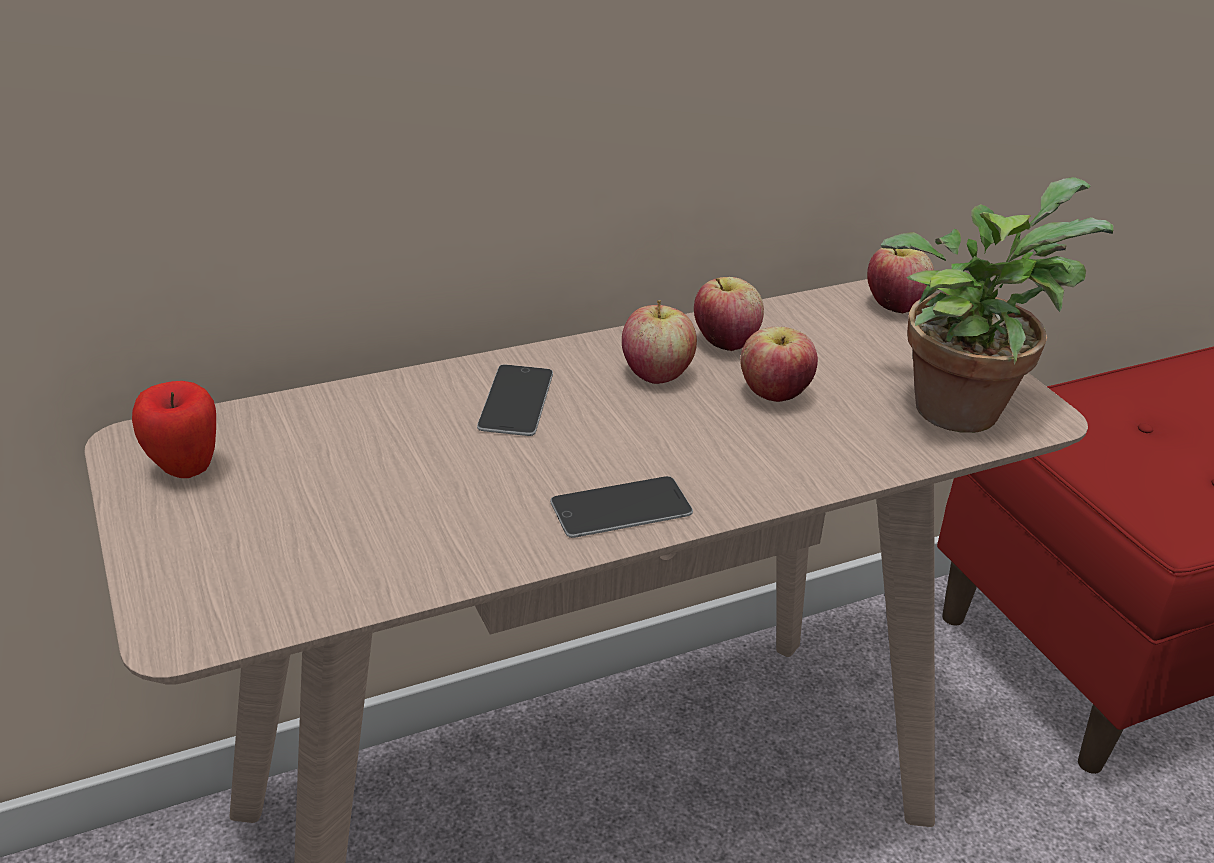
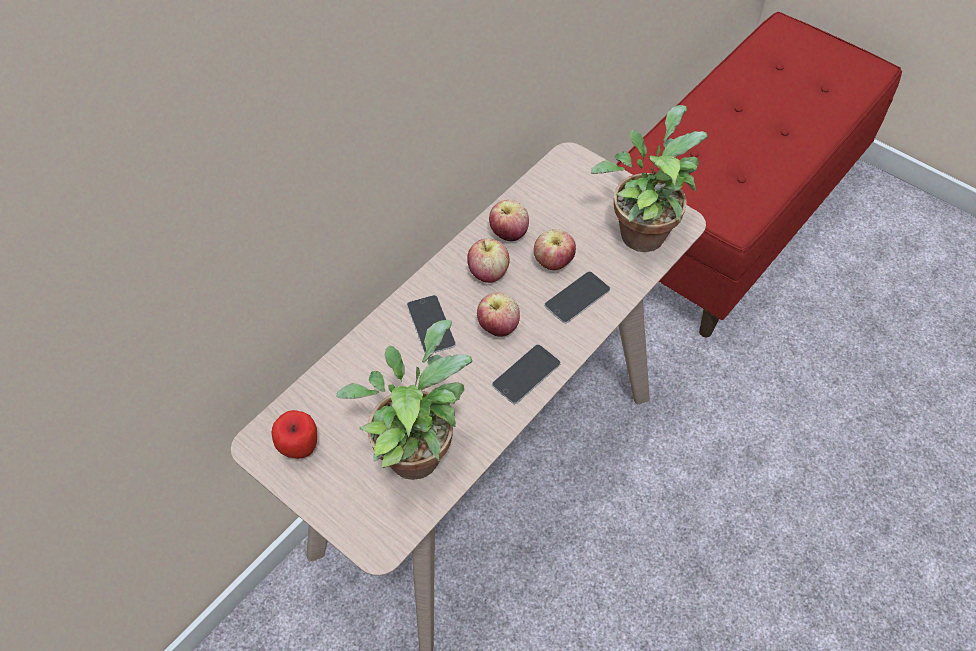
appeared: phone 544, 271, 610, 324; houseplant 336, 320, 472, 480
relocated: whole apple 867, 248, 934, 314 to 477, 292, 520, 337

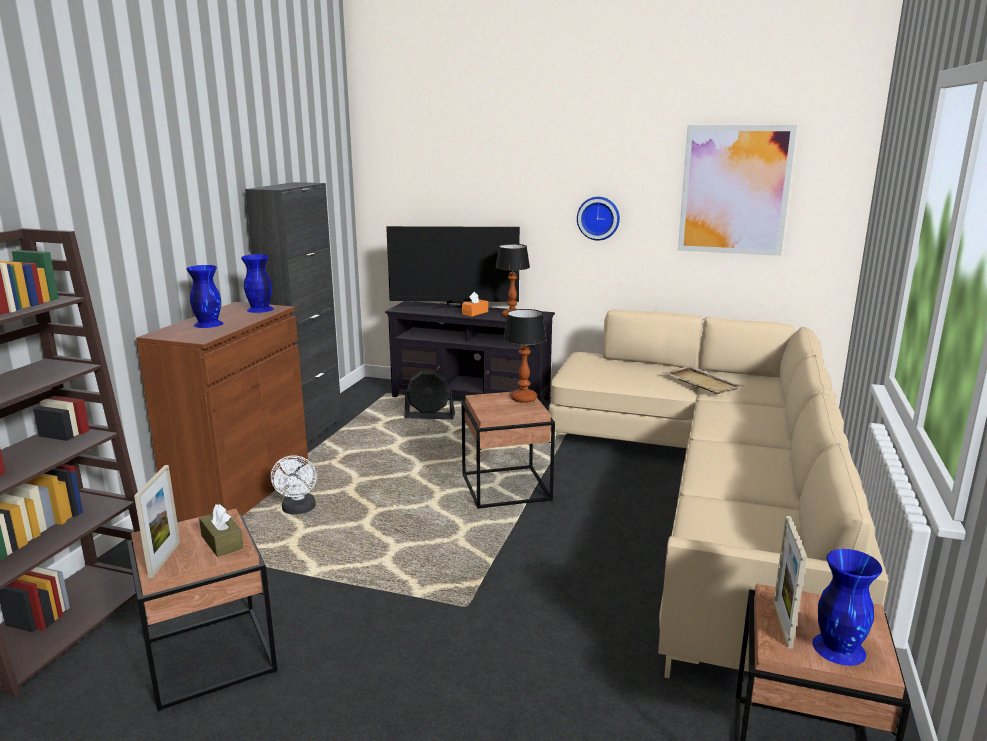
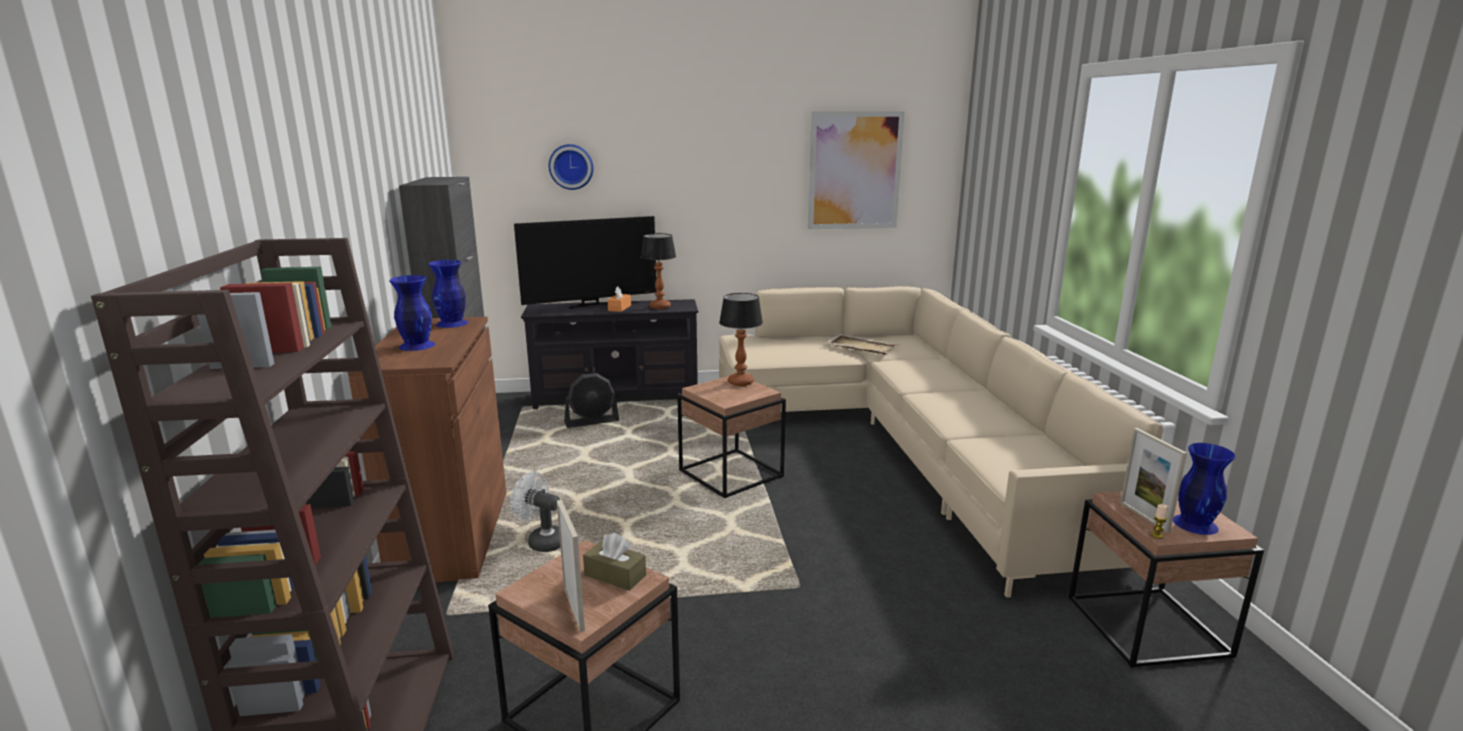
appeared: wax candle 1151, 504, 1168, 539
relocated: clock on the wall 577, 197, 620, 241 to 549, 144, 594, 190
spun: whitish cooling fan 271, 455, 317, 514 = 510, 472, 561, 552 150 degrees clockwise

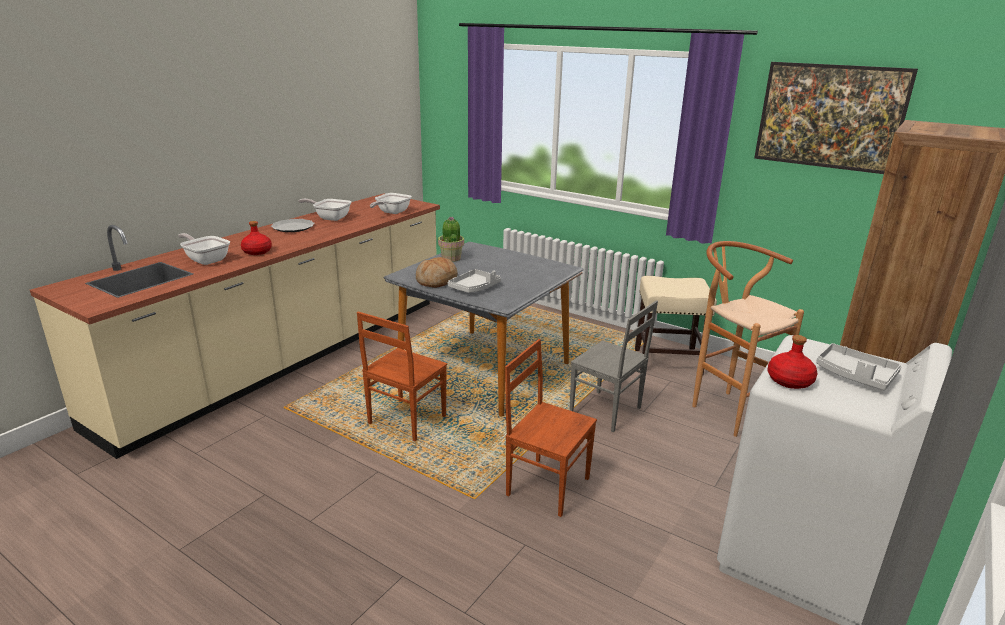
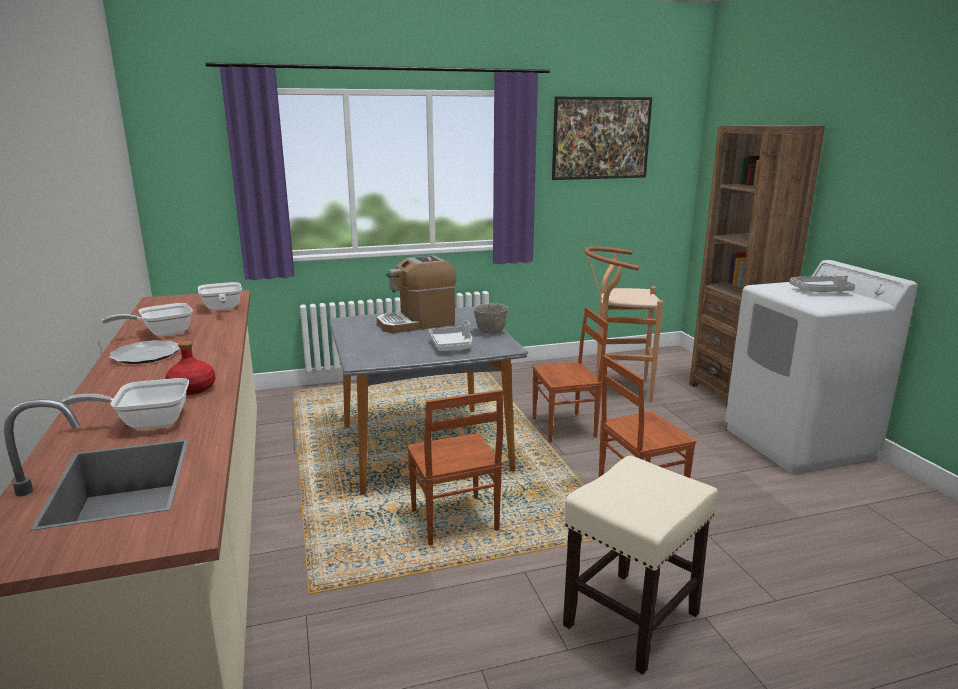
missing: houseplant 438, 216, 464, 262; baked bread 416, 257, 458, 288; reddish beverage bottle 768, 335, 817, 389
appeared: coffee machine 376, 255, 457, 333; greyish bowl 473, 303, 508, 334
relocated: beige sitting stool 635, 276, 717, 375 to 563, 455, 718, 675
colour: greyish chair 570, 300, 658, 432 to brownish chair 532, 307, 608, 443

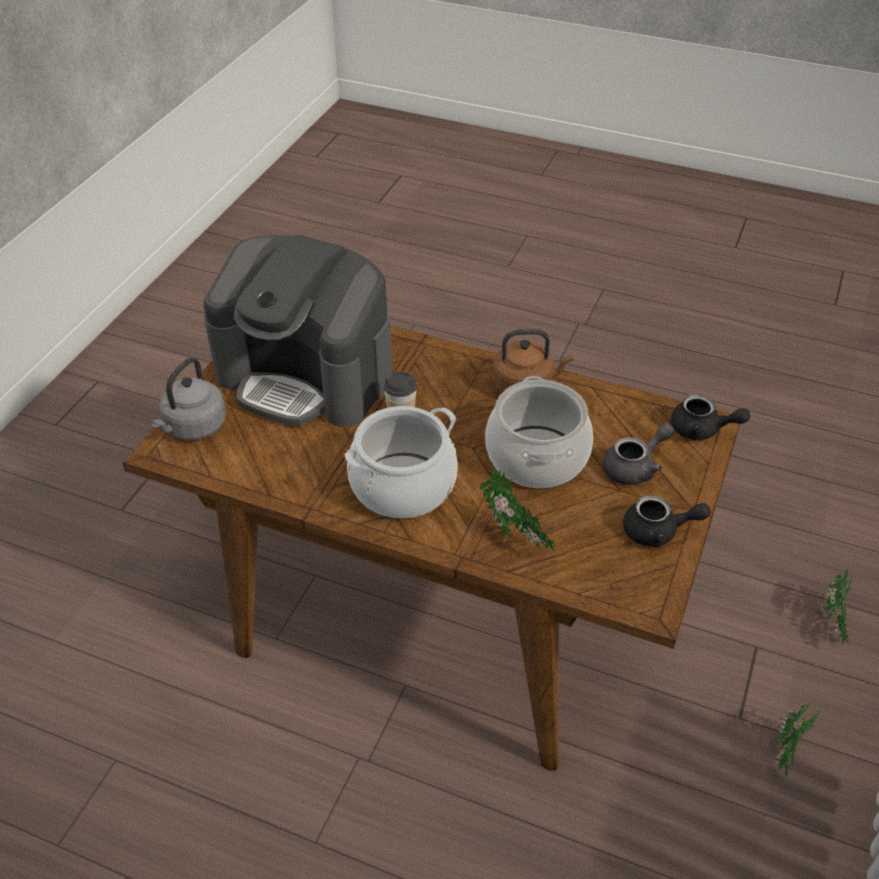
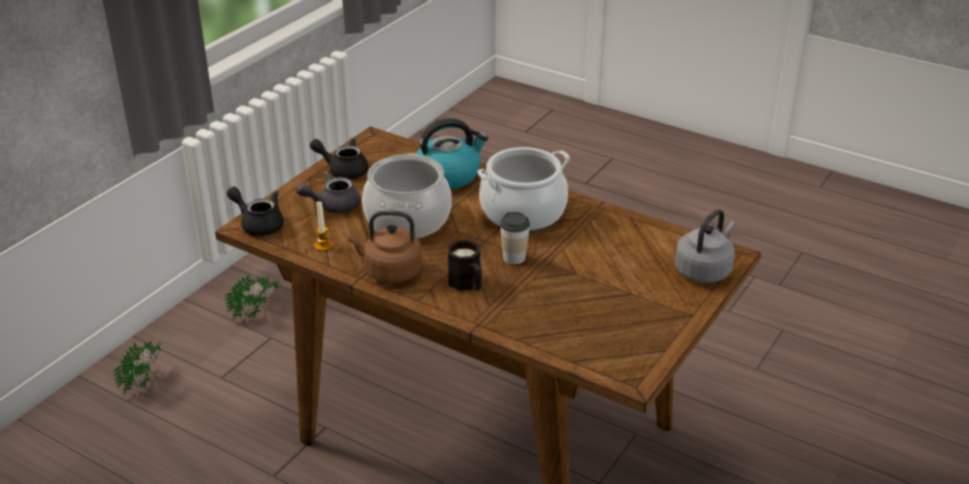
missing: coffee machine 204, 235, 392, 427
appeared: wax candle 314, 201, 332, 251; blackish tea mug 447, 239, 482, 291
exchanged: houseplant 480, 468, 555, 551 to tea kettle 416, 118, 488, 189

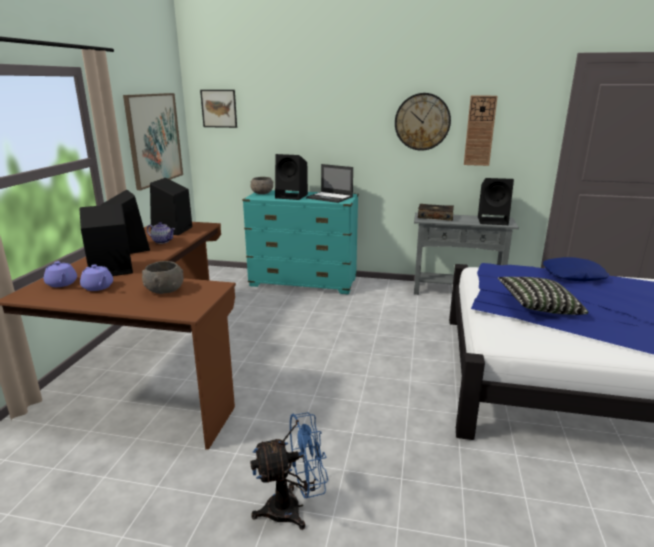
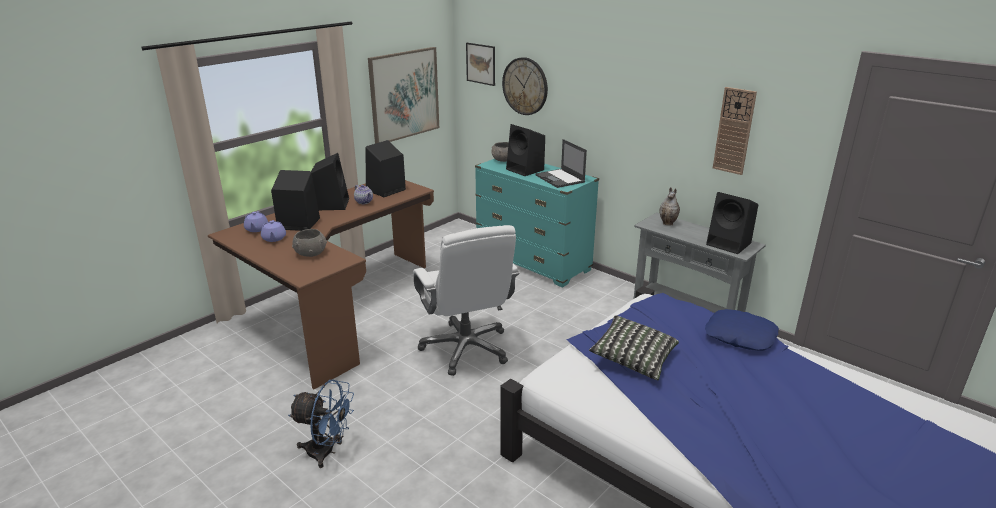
appeared: whitish office chair 413, 225, 520, 376
relocated: clock on the wall 395, 93, 451, 151 to 502, 57, 548, 115
exchanged: book 418, 204, 454, 221 to decorative vase 659, 187, 680, 226

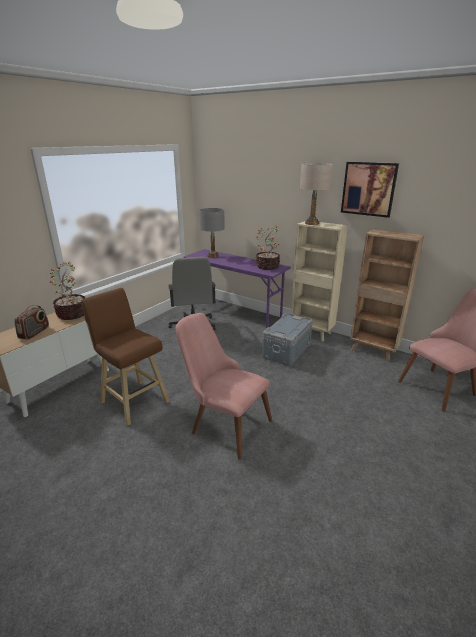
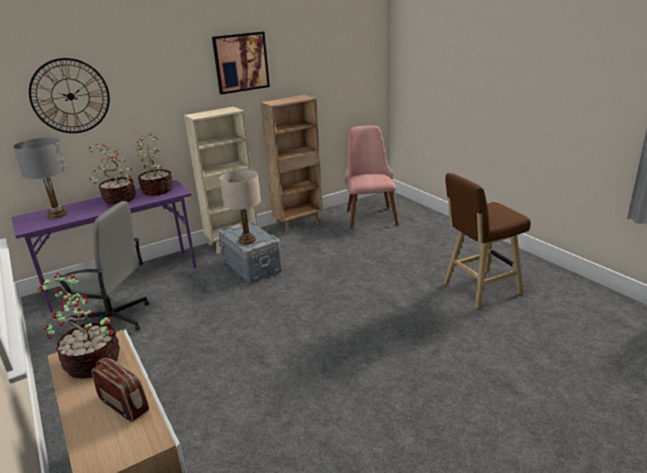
missing: pink chair 175, 313, 272, 460
appeared: clock on the wall 29, 58, 110, 133; houseplant 89, 143, 136, 205
relocated: beige lamp for a table 300, 163, 333, 225 to 220, 170, 261, 245; brownish sitting stool 81, 288, 170, 426 to 444, 173, 531, 309

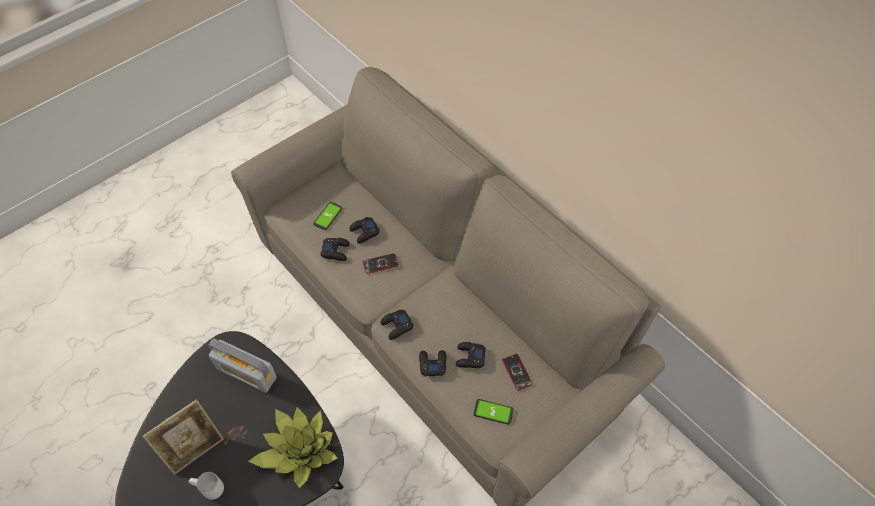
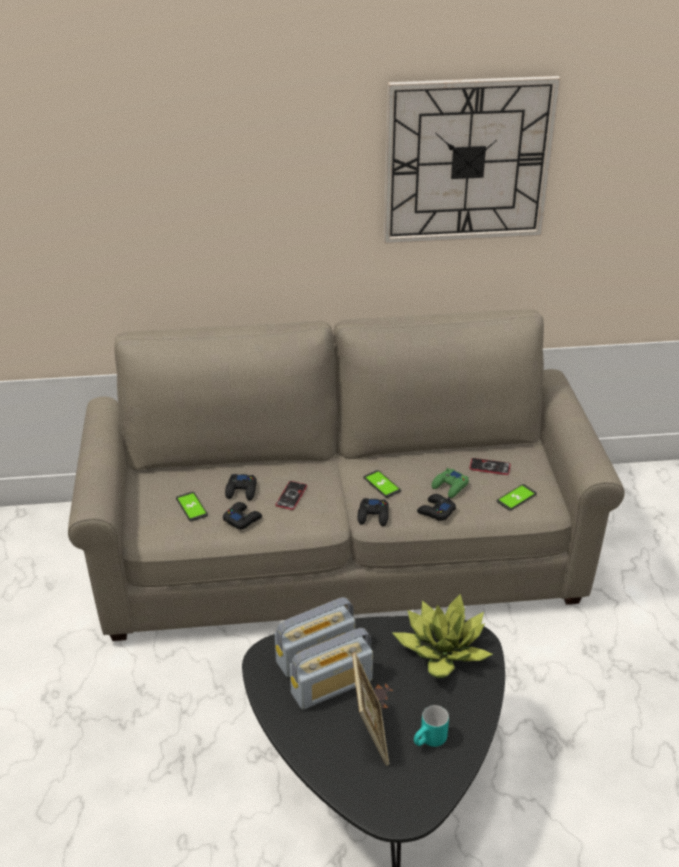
appeared: clock on the wall 384, 76, 561, 243; phone 364, 470, 401, 498; radio set 290, 628, 373, 710
colour: blackish gamepad 456, 342, 486, 368 to green-coloured gamepad 432, 468, 469, 498; whitish tea mug 189, 472, 224, 500 to turquoise-coloured tea mug 414, 705, 449, 747

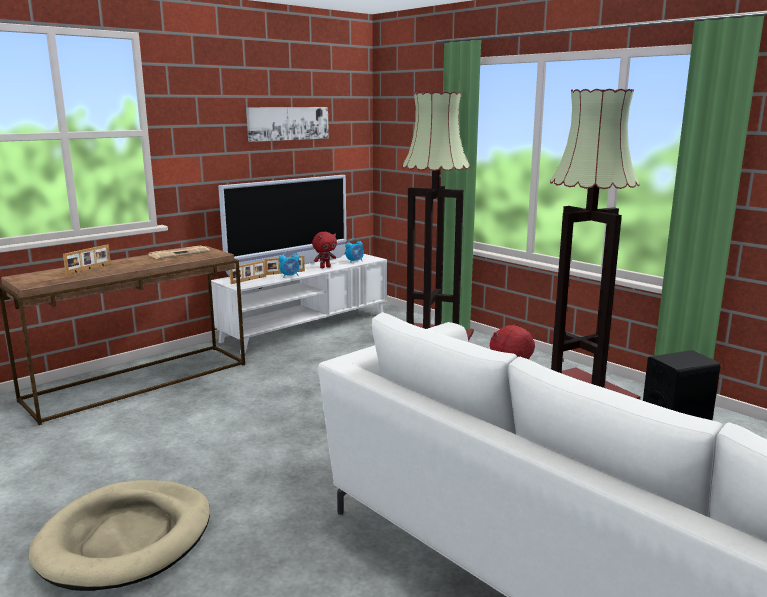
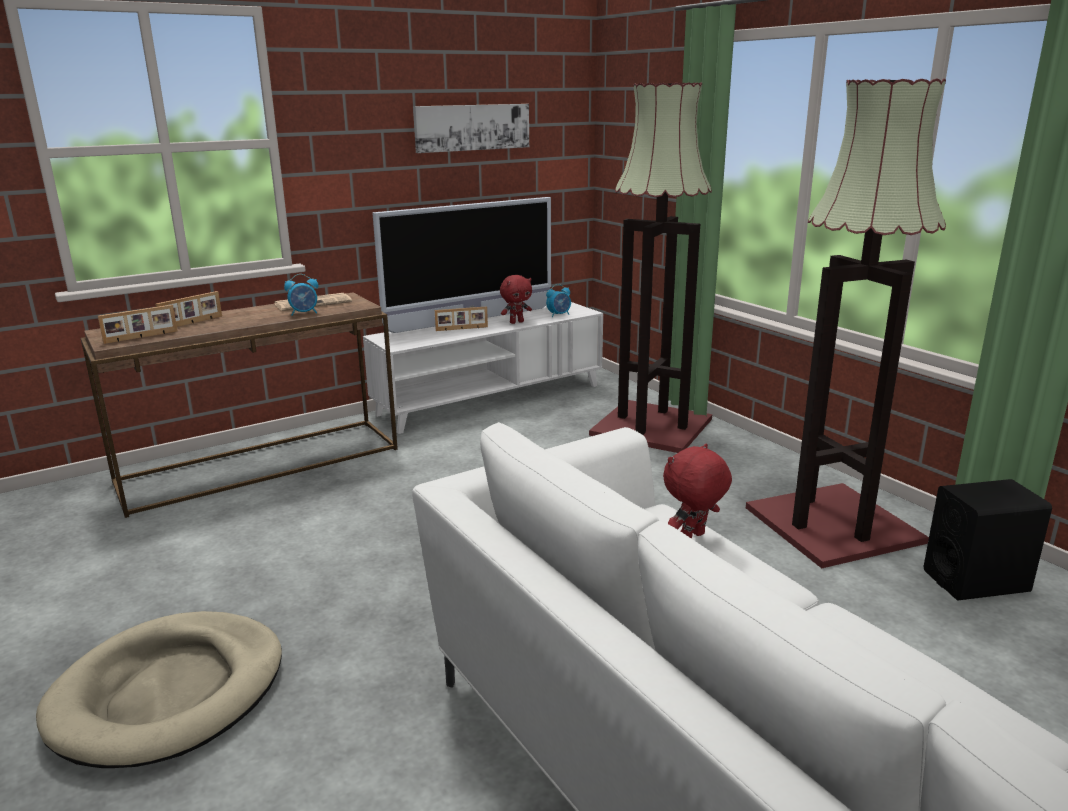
relocated: table clock 279, 251, 299, 278 to 284, 274, 318, 316; picture frame 230, 260, 266, 284 to 98, 305, 178, 344

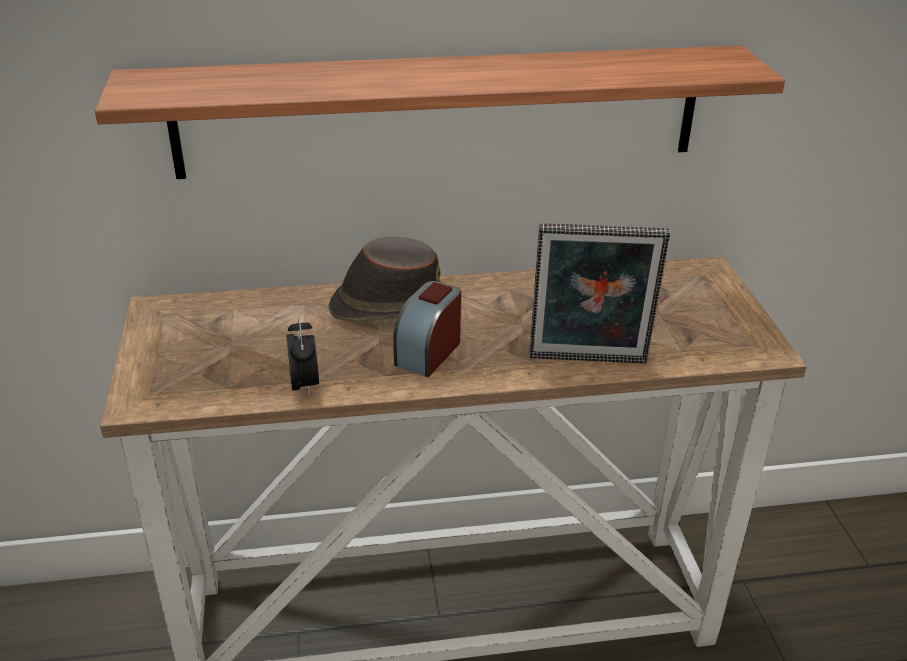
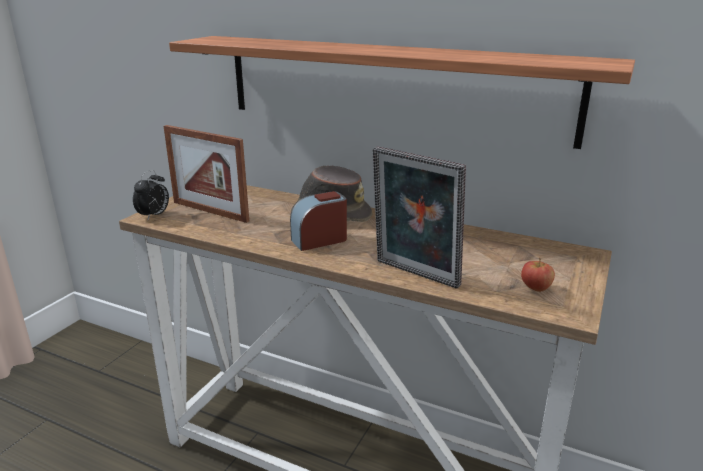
appeared: picture frame 164, 125, 249, 223; whole apple 521, 258, 555, 292
relocated: table clock 286, 317, 319, 397 to 133, 170, 169, 220

